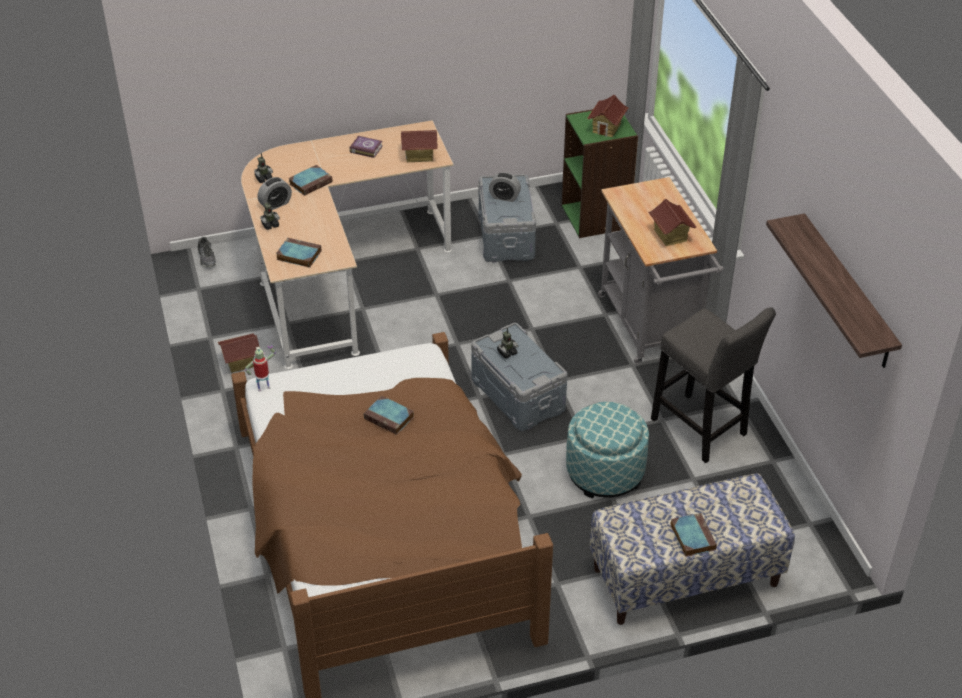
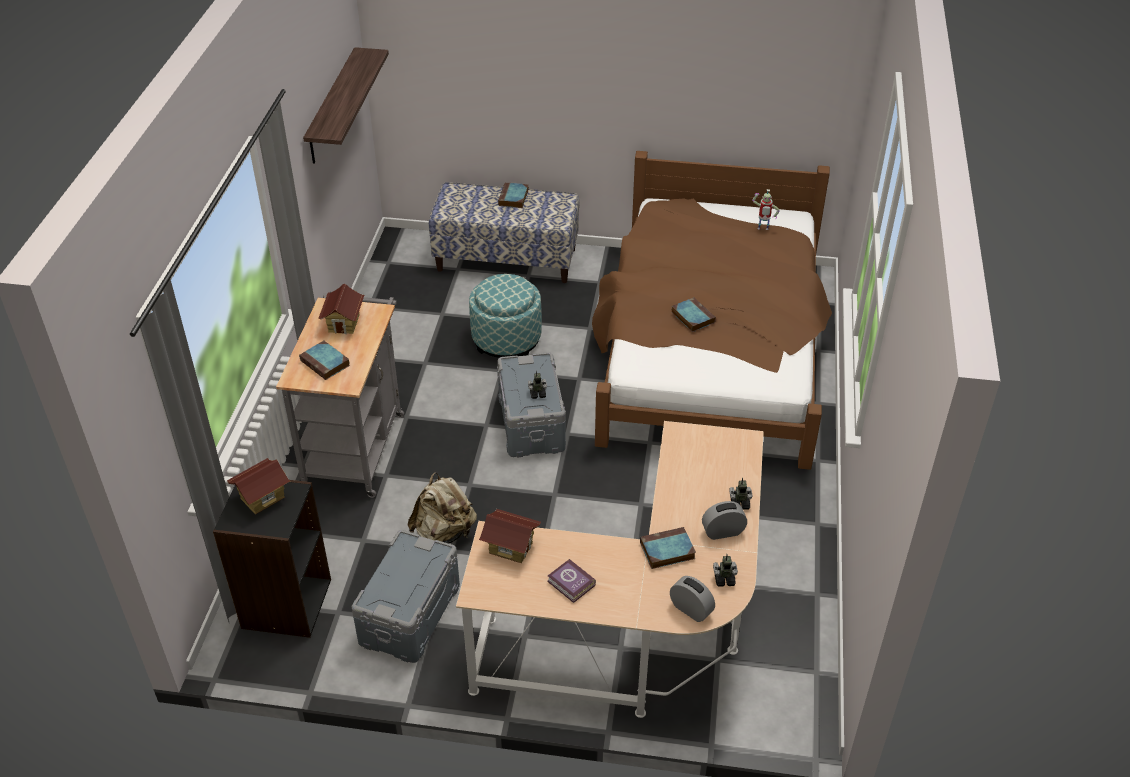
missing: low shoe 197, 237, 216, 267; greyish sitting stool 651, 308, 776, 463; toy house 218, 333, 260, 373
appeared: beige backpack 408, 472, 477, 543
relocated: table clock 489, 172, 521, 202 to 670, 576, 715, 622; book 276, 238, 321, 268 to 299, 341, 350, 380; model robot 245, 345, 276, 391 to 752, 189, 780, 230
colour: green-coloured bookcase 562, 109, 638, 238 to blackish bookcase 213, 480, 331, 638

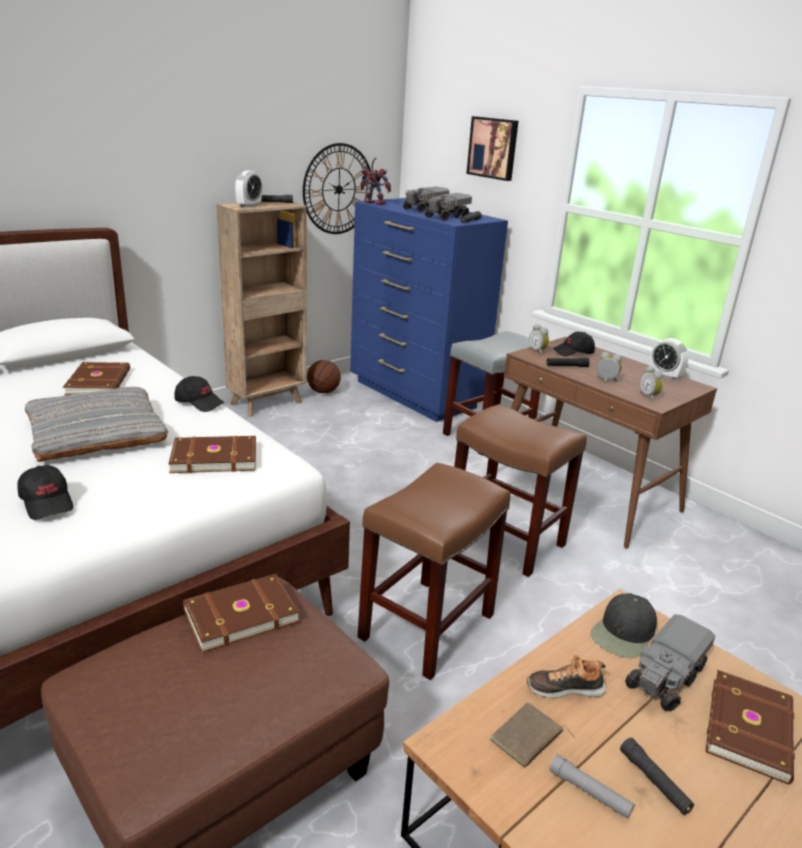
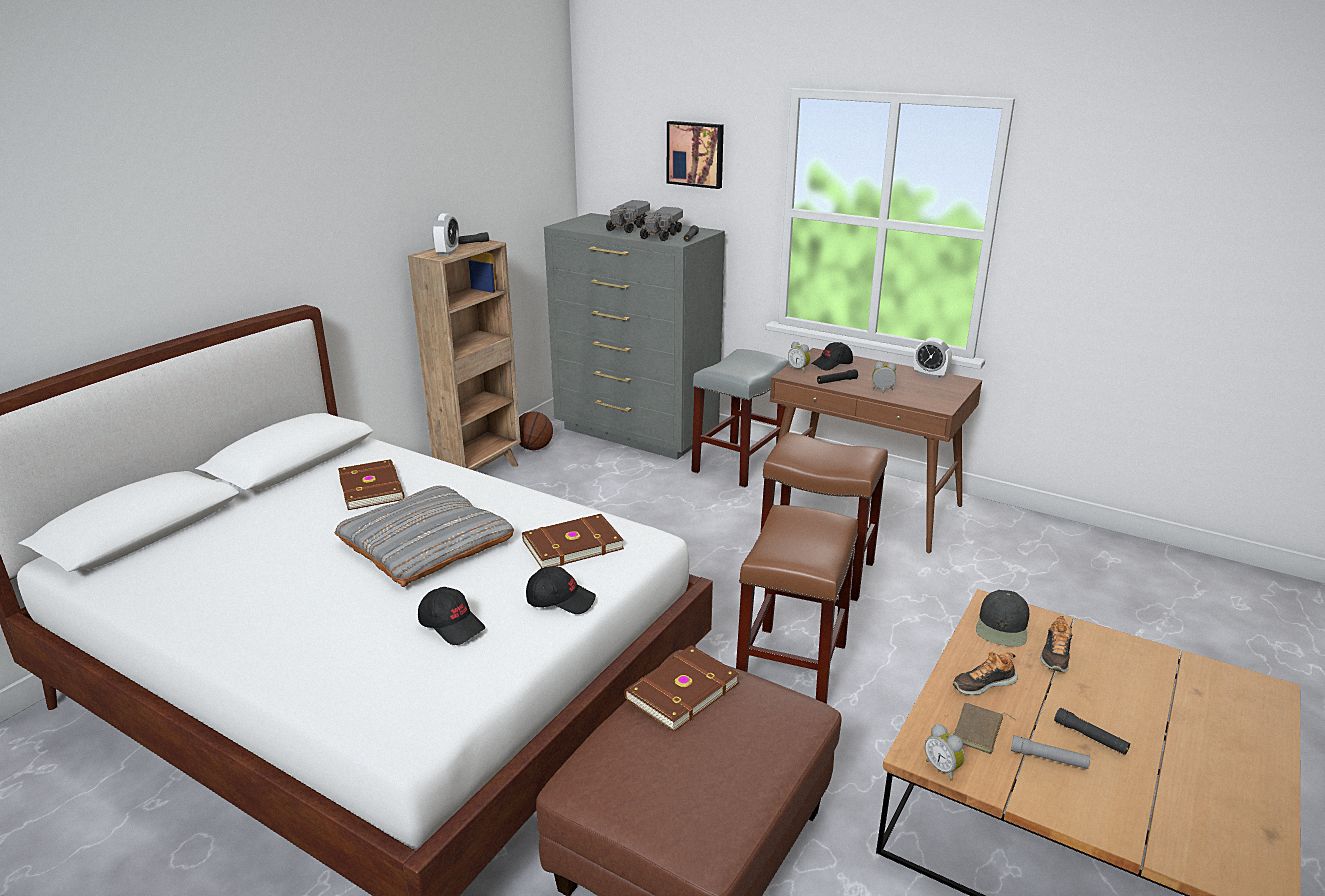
missing: clock on the wall 303, 143, 373, 234; model robot 360, 157, 391, 205; brownish book 705, 670, 795, 784
relocated: table clock 640, 366, 663, 401 to 925, 724, 965, 781; blackish cap 174, 376, 224, 412 to 526, 566, 596, 614
exchanged: model truck 625, 614, 716, 712 to low shoe 1040, 616, 1073, 672
colour: blue-coloured drawer chest 350, 198, 508, 422 to greyish drawer chest 544, 213, 725, 460

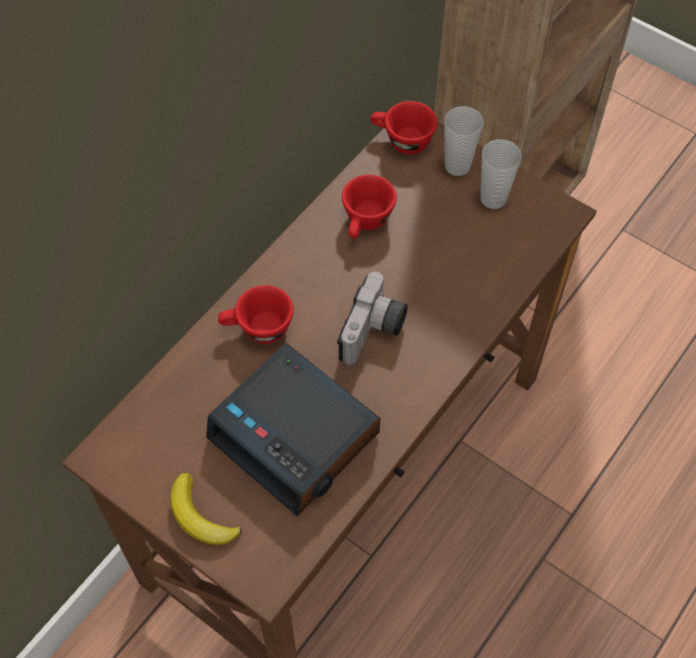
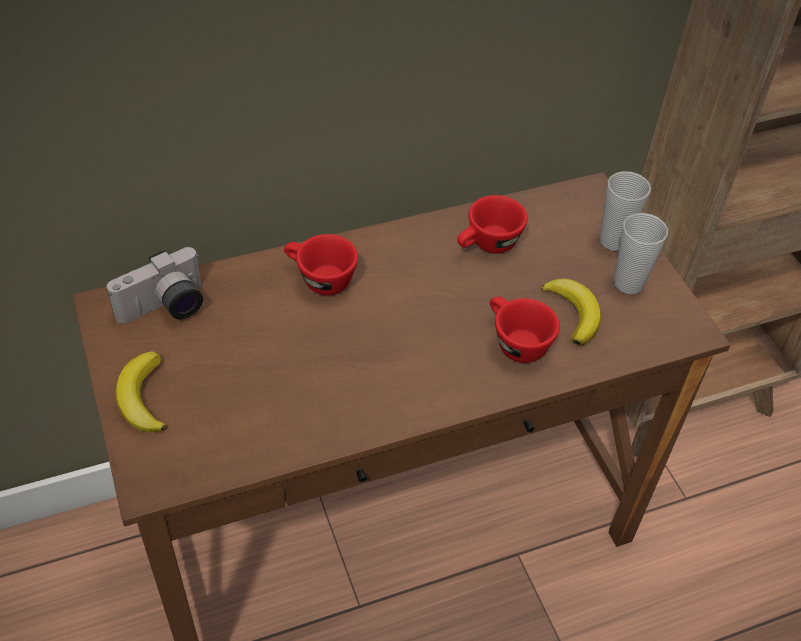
missing: table clock 206, 343, 381, 516
appeared: whole banana 541, 278, 601, 346
relocated: reddish cup 370, 101, 437, 154 to 490, 296, 560, 363; photo camera 337, 272, 408, 365 to 107, 247, 203, 324

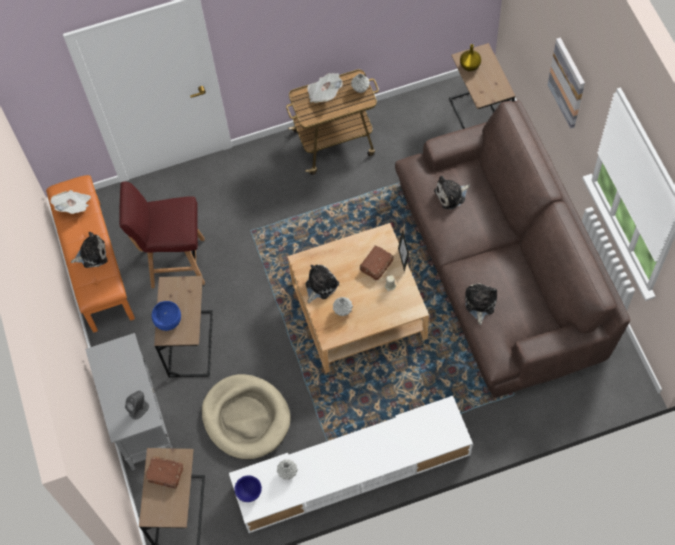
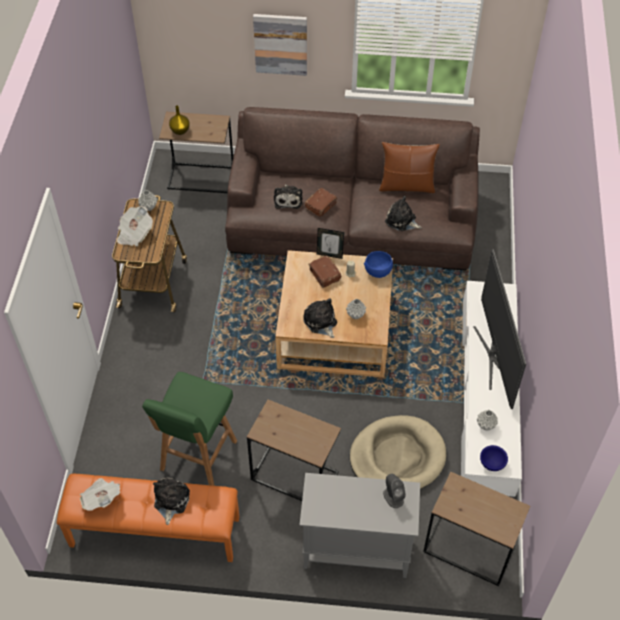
appeared: brownish throw pillow 379, 142, 440, 193; TV set 473, 249, 526, 409
relocated: blue-coloured bowl 152, 301, 181, 331 to 364, 251, 393, 278; brownish book 145, 456, 183, 489 to 305, 188, 337, 217
colour: reddish sitting stool 119, 181, 205, 288 to green-coloured sitting stool 142, 372, 237, 486

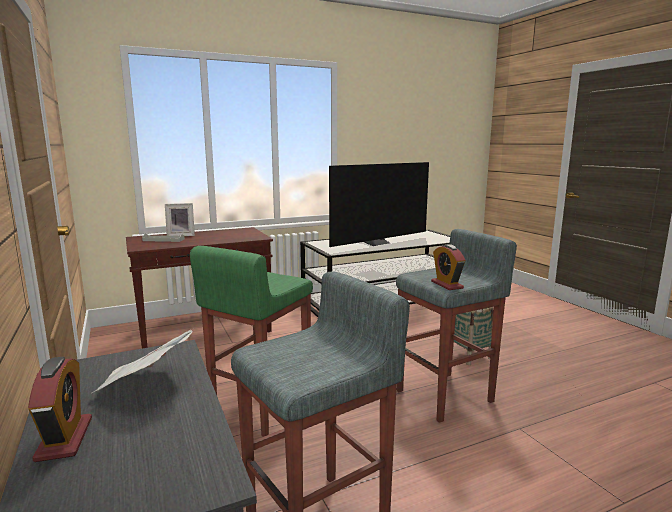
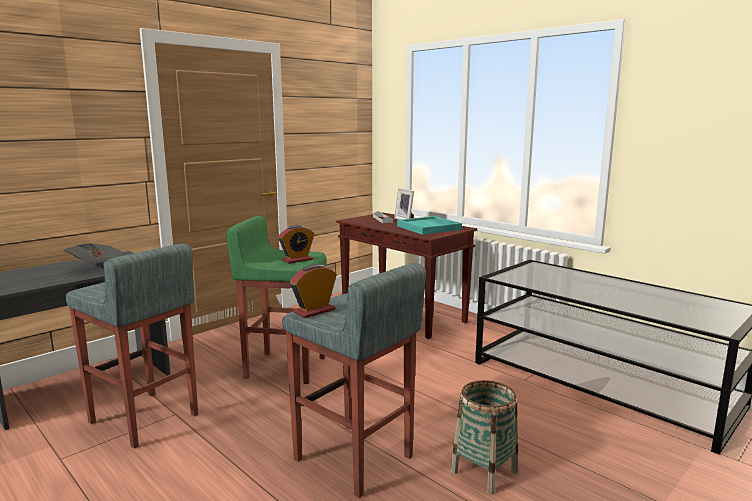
missing: TV set 329, 162, 429, 247
appeared: turquoise-coloured serving tray 397, 216, 462, 235
relocated: table clock 28, 357, 92, 462 to 278, 225, 314, 264

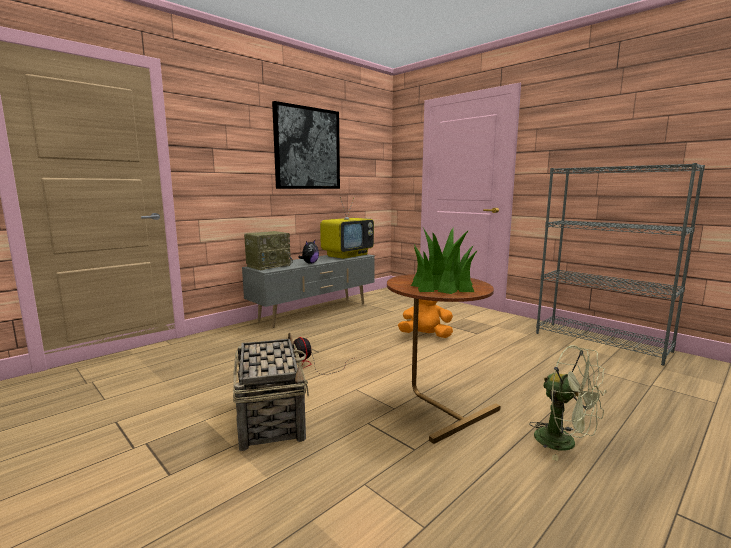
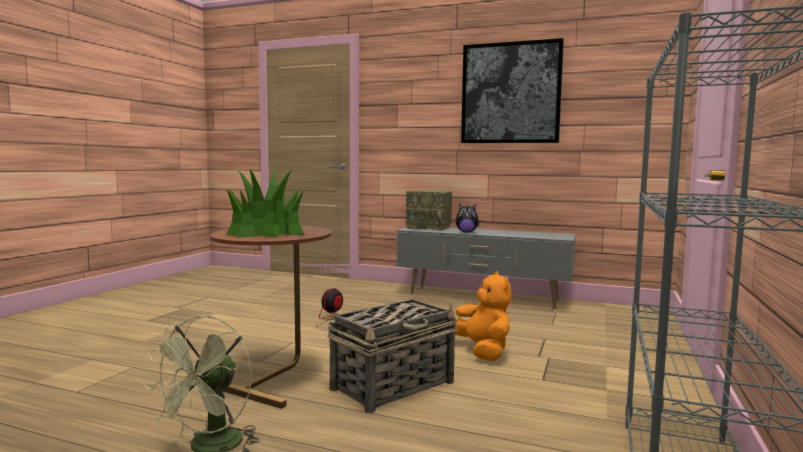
missing: TV set 320, 197, 374, 259
relocated: basket 233, 332, 309, 451 to 328, 299, 457, 413

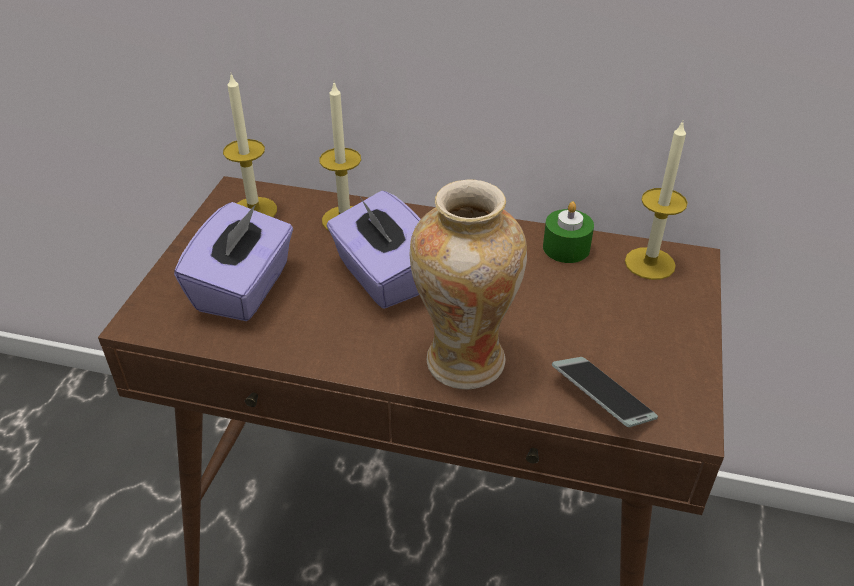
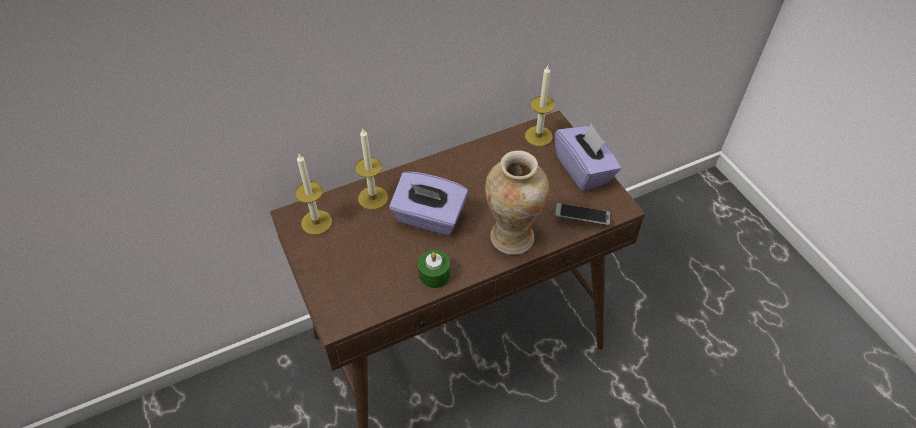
relocated: green-coloured wax candle 543, 201, 594, 263 to 418, 250, 450, 288; purplish tissue box 174, 202, 293, 321 to 555, 123, 621, 192

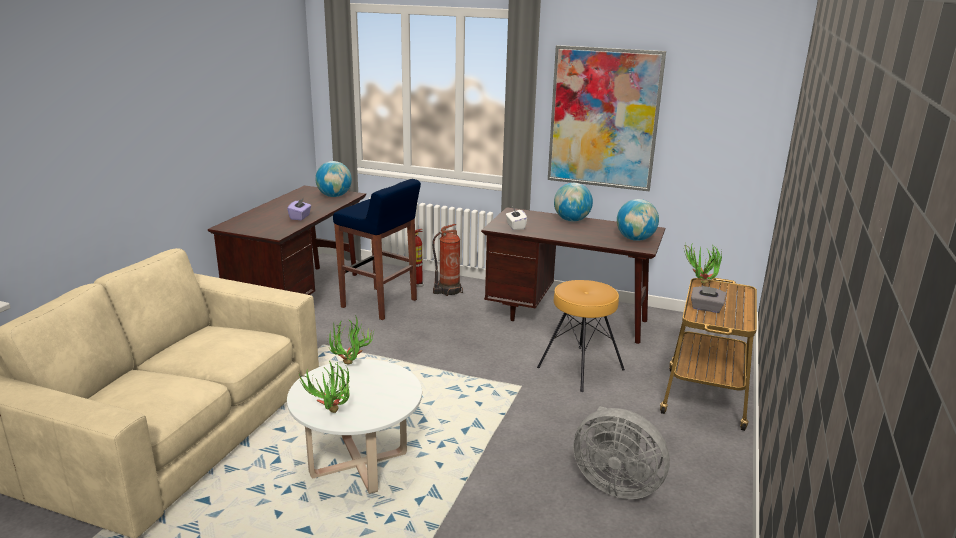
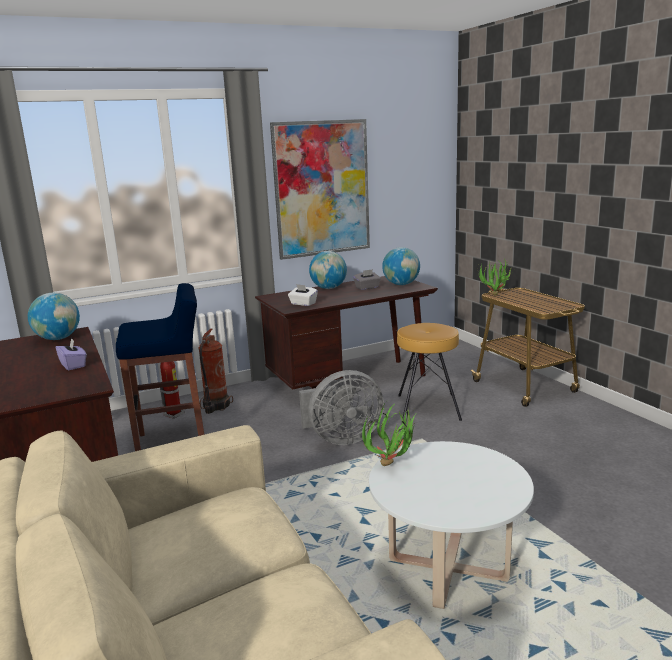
missing: houseplant 299, 360, 350, 413
relocated: greyish tissue box 691, 286, 726, 313 to 353, 269, 381, 290; greyish cooling fan 573, 406, 670, 499 to 299, 370, 384, 445

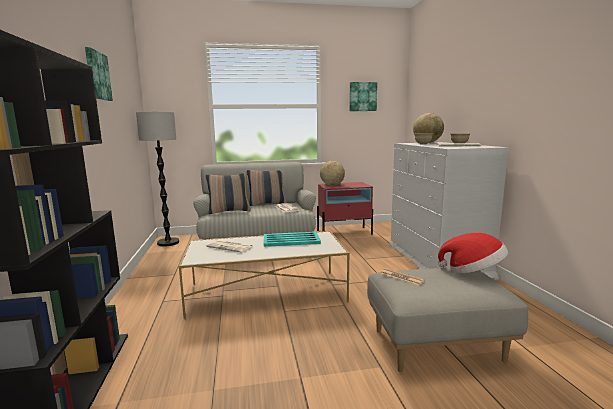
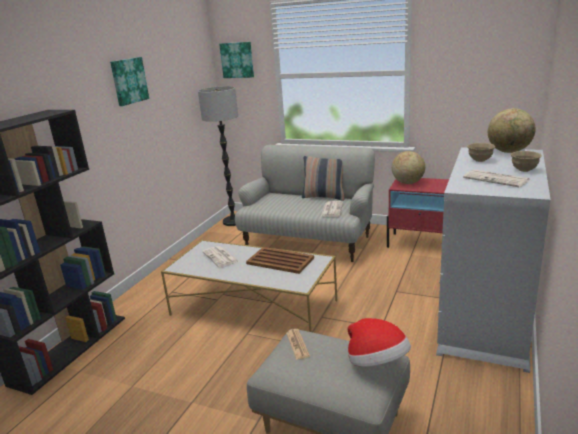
missing: throw pillow 206, 173, 251, 214
relocated: wall art 349, 82, 377, 111 to 219, 42, 254, 78
colour: turquoise-coloured serving tray 264, 232, 321, 247 to brownish serving tray 246, 247, 314, 274

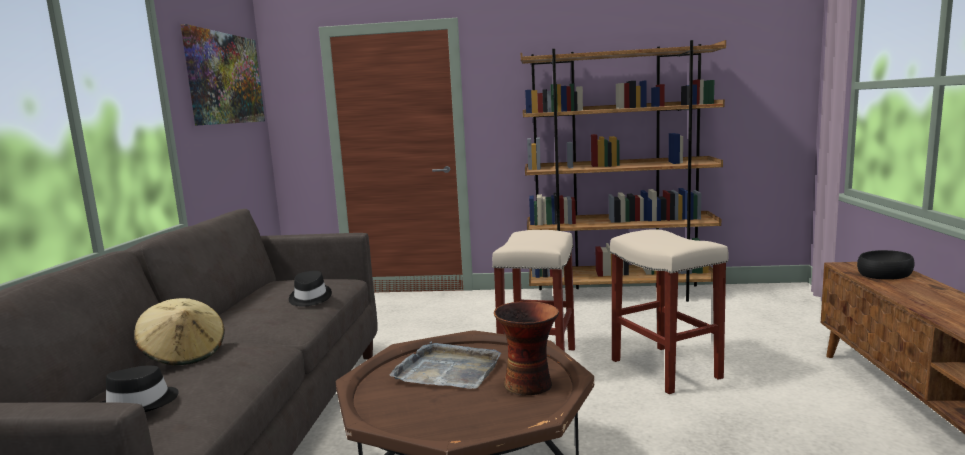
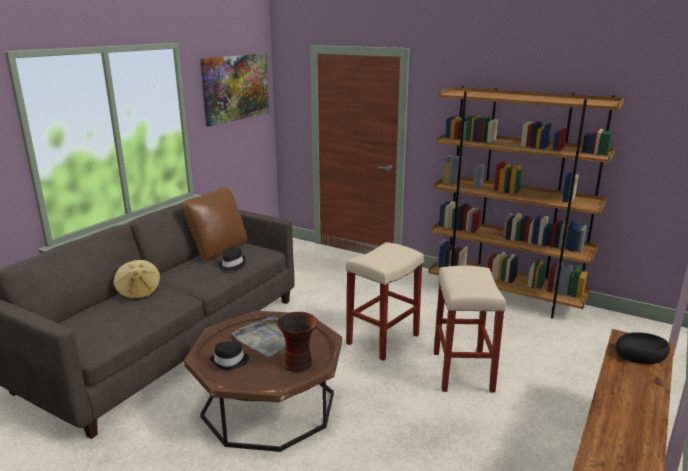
appeared: brownish throw pillow 182, 187, 247, 262
relocated: blackish hat 102, 366, 179, 412 to 210, 341, 249, 370

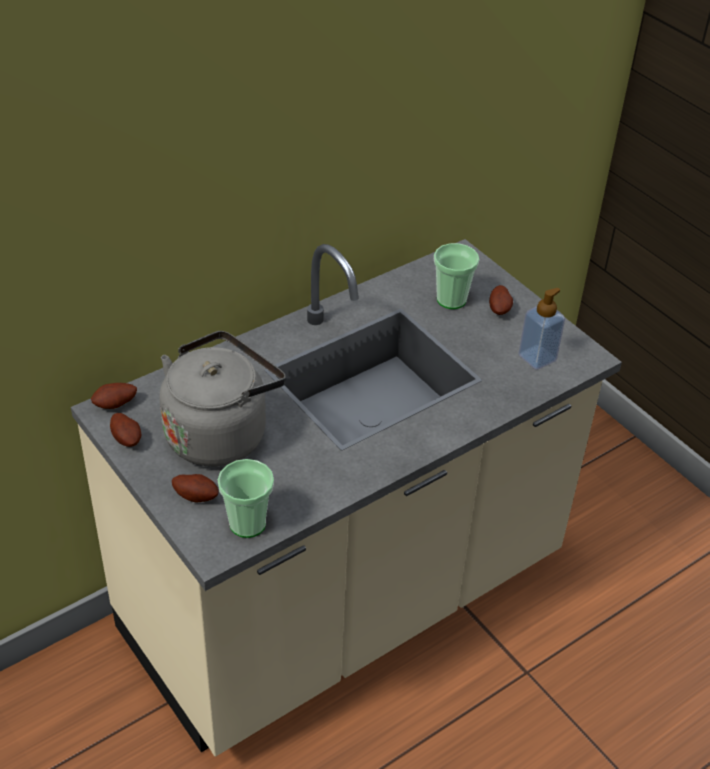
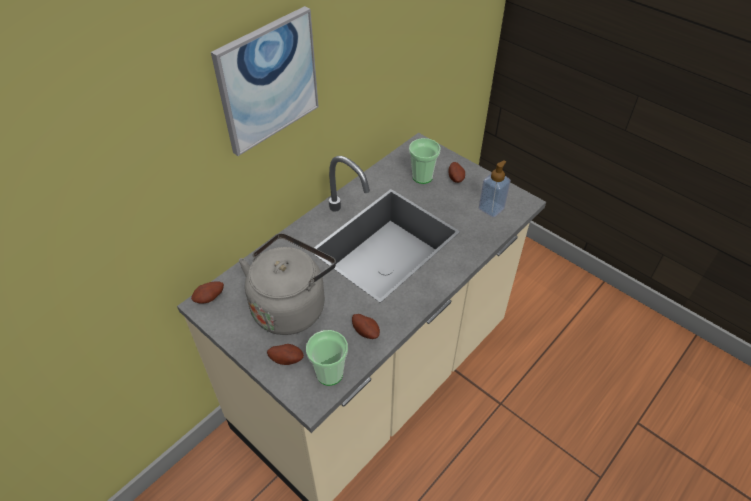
appeared: wall art 211, 6, 319, 156
relocated: spud 110, 413, 141, 447 to 352, 314, 380, 339

